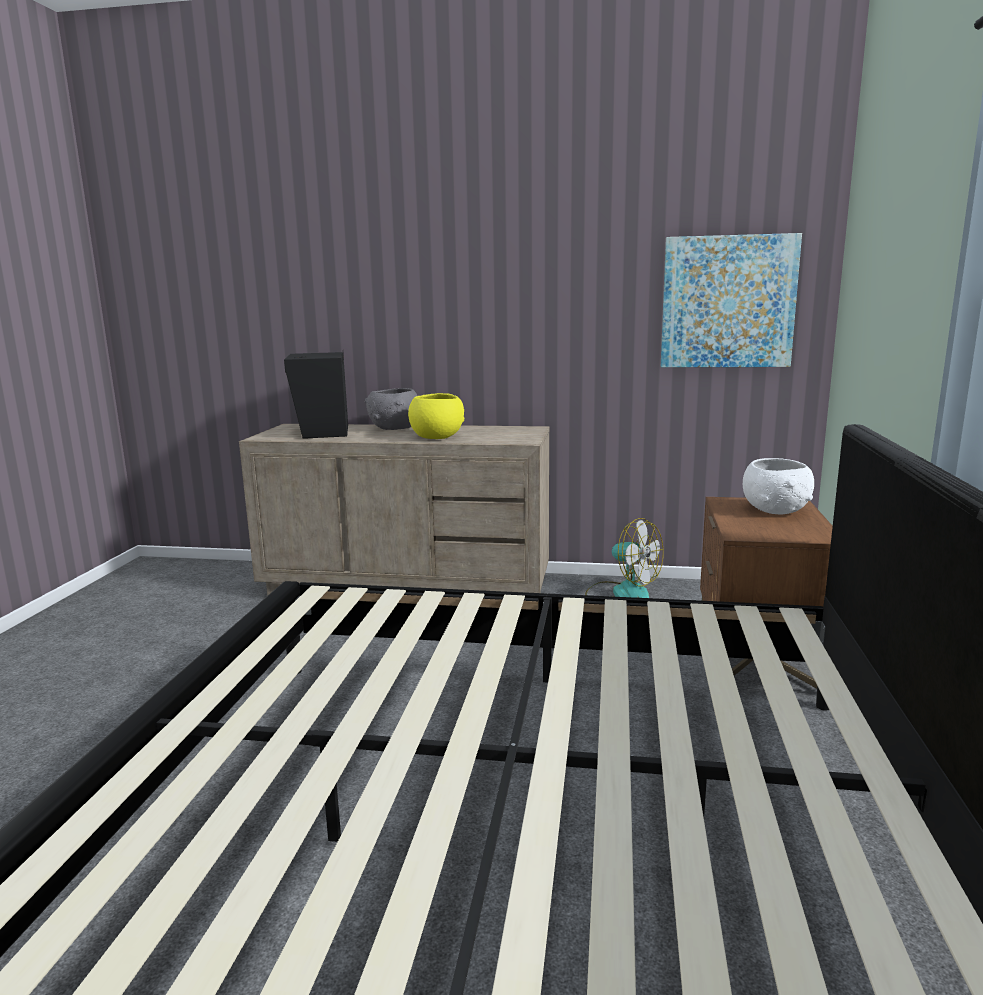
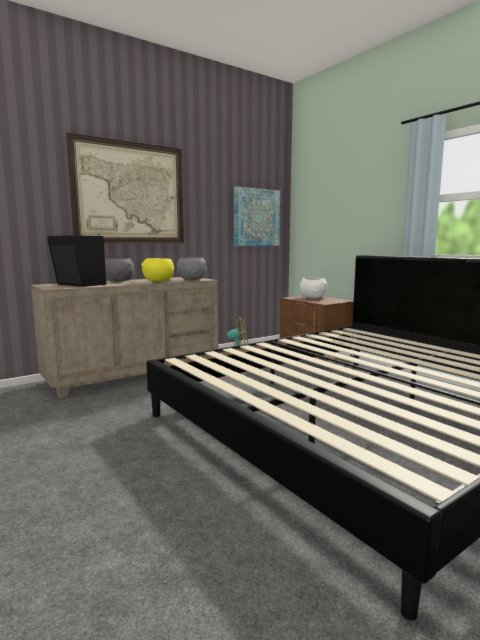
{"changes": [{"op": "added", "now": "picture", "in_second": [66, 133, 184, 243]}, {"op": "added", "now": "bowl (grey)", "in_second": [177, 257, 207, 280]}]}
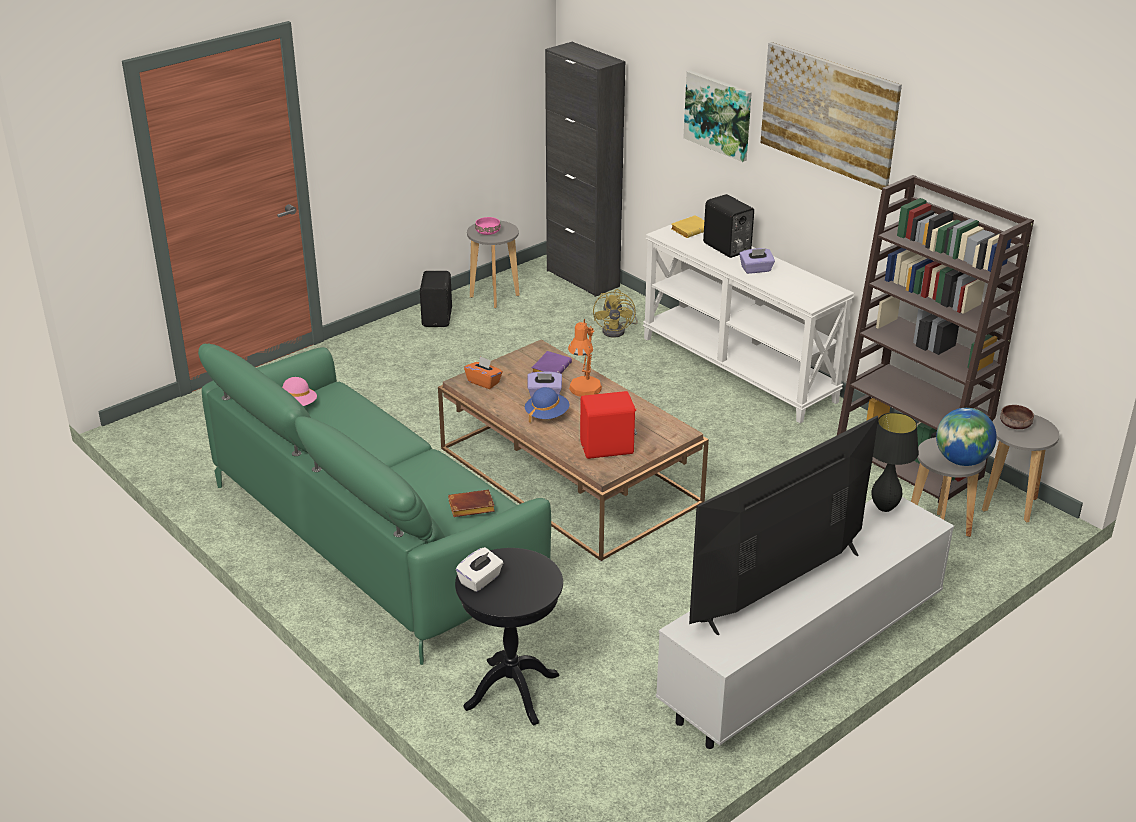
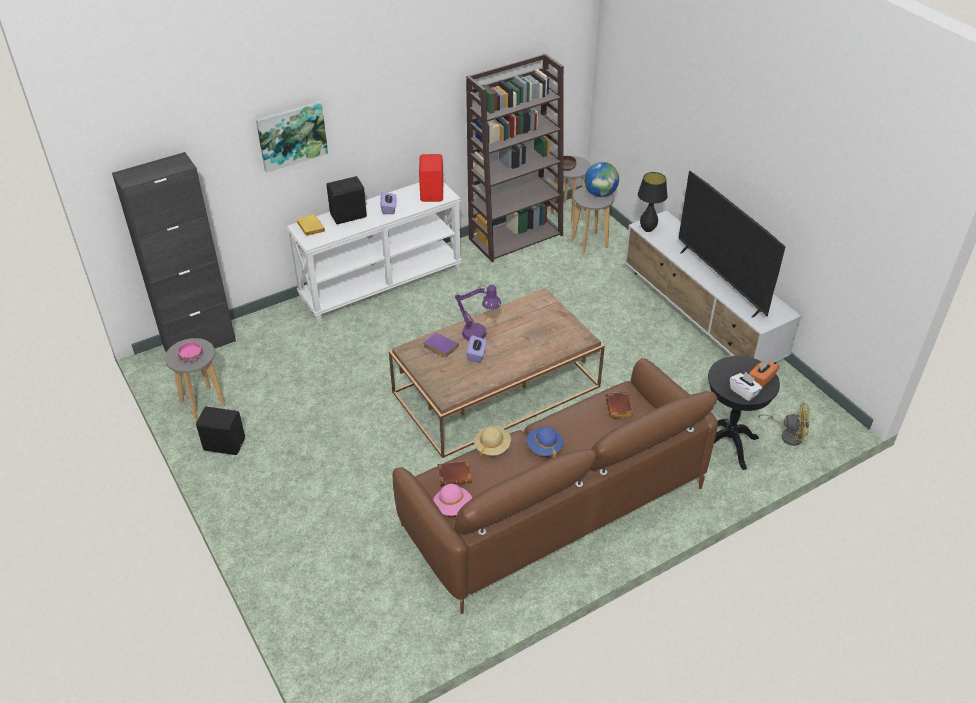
{"changes": [{"op": "recoloured", "was": "sofa (green)", "now": "sofa (brown)", "in_first": [198, 343, 551, 665], "in_second": [393, 358, 718, 614]}, {"op": "moved", "was": "speaker (red)", "in_first": [580, 391, 637, 459], "in_second": [419, 154, 443, 202]}, {"op": "added", "now": "book (brown)", "in_second": [437, 461, 472, 486]}, {"op": "recoloured", "was": "table lamp (orange)", "now": "table lamp (purple)", "in_first": [568, 319, 602, 397], "in_second": [455, 285, 501, 341]}, {"op": "added", "now": "hat (beige)", "in_second": [474, 426, 511, 458]}, {"op": "moved", "was": "hat (blue)", "in_first": [525, 387, 570, 422], "in_second": [527, 427, 563, 458]}, {"op": "moved", "was": "tissue box (orange)", "in_first": [464, 356, 503, 389], "in_second": [749, 359, 779, 387]}, {"op": "moved", "was": "fan (yellow)", "in_first": [593, 289, 638, 338], "in_second": [758, 403, 810, 446]}, {"op": "removed", "was": "picture", "in_first": [760, 42, 902, 190]}]}
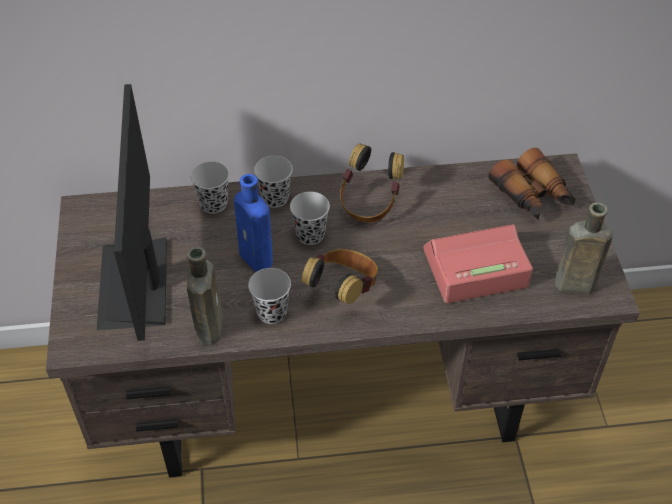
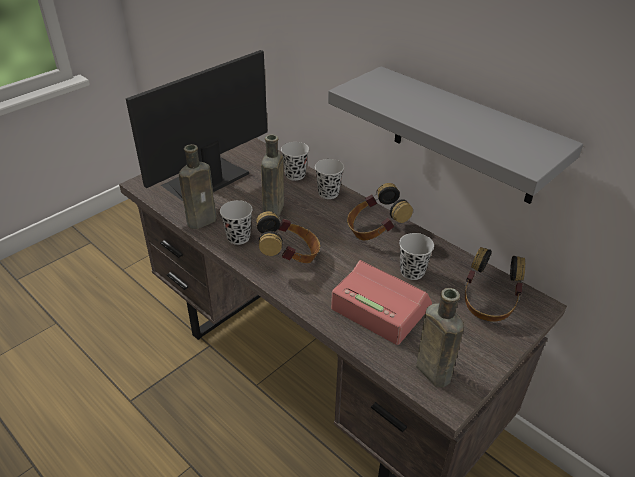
{"changes": [{"op": "recoloured", "was": "bottle (blue)", "now": "bottle (brown)", "in_first": [234, 174, 273, 272], "in_second": [261, 134, 284, 217]}, {"op": "added", "now": "shelf (grey)", "in_second": [328, 66, 583, 204]}, {"op": "moved", "was": "cup (black)", "in_first": [290, 192, 330, 245], "in_second": [399, 233, 434, 280]}, {"op": "replaced", "was": "binoculars", "now": "headphones", "in_first": [488, 148, 576, 220], "in_second": [464, 247, 525, 322]}]}
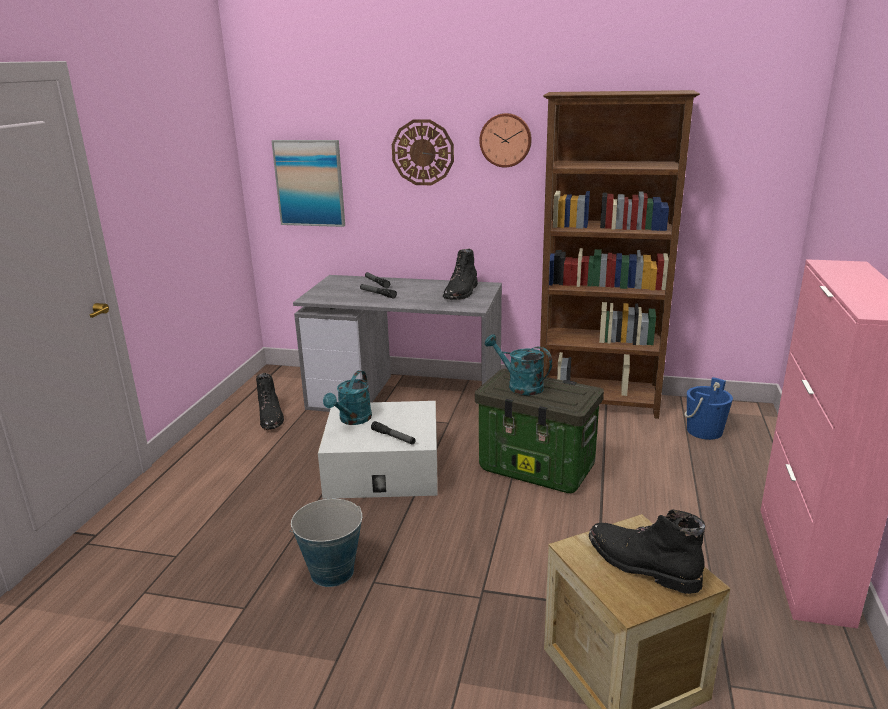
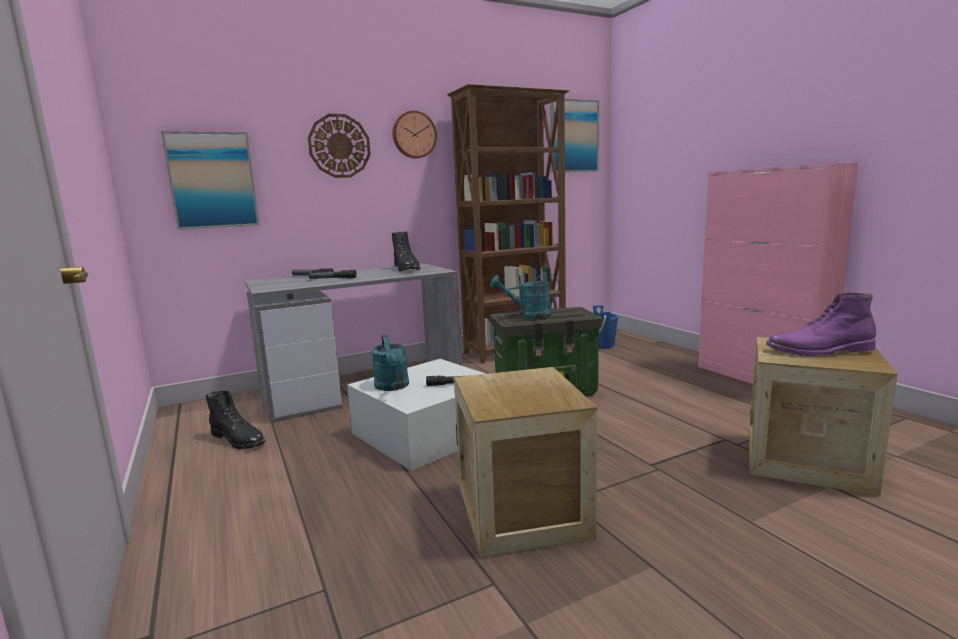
{"changes": [{"op": "replaced", "was": "bucket", "now": "crate", "in_first": [289, 499, 362, 587], "in_second": [454, 367, 597, 559]}, {"op": "added", "now": "picture", "in_second": [550, 99, 599, 173]}, {"op": "recoloured", "was": "boot (black)", "now": "boot (purple)", "in_first": [589, 509, 705, 594], "in_second": [766, 292, 876, 356]}]}
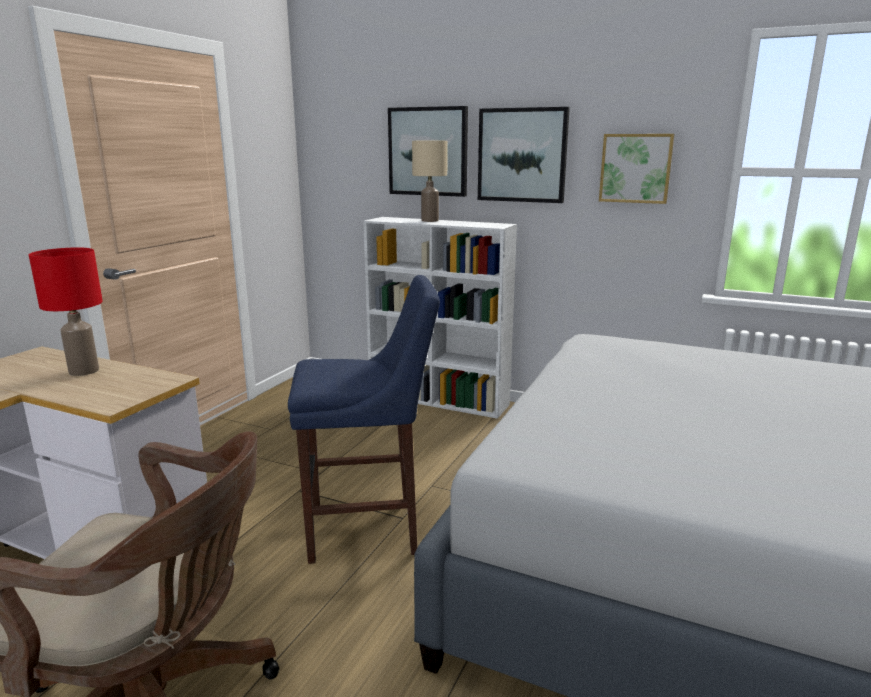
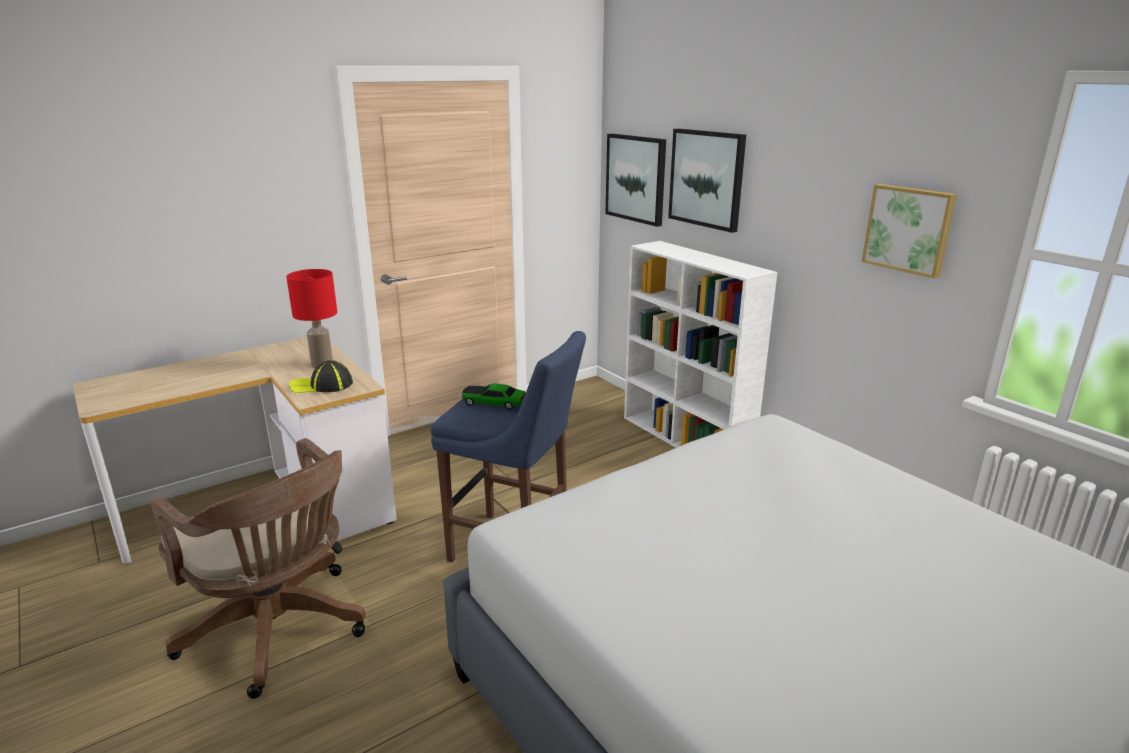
{"changes": [{"op": "added", "now": "cap", "in_second": [289, 360, 353, 393]}, {"op": "added", "now": "toy car", "in_second": [462, 383, 526, 410]}, {"op": "moved", "was": "picture", "in_first": [478, 107, 570, 203], "in_second": [605, 134, 666, 227]}, {"op": "removed", "was": "table lamp (beige)", "in_first": [412, 141, 448, 222]}]}
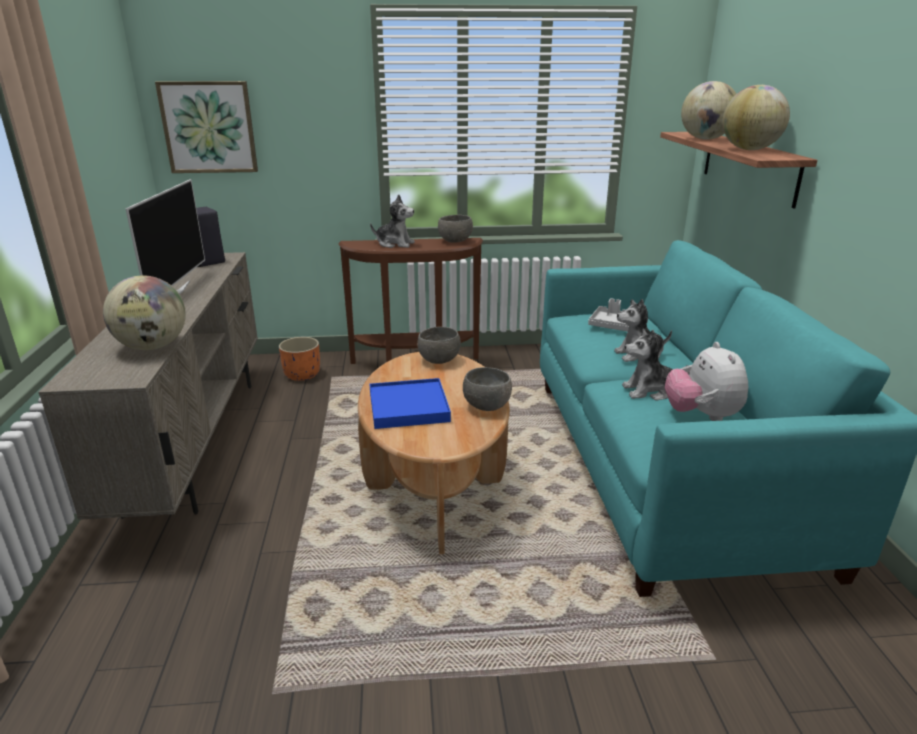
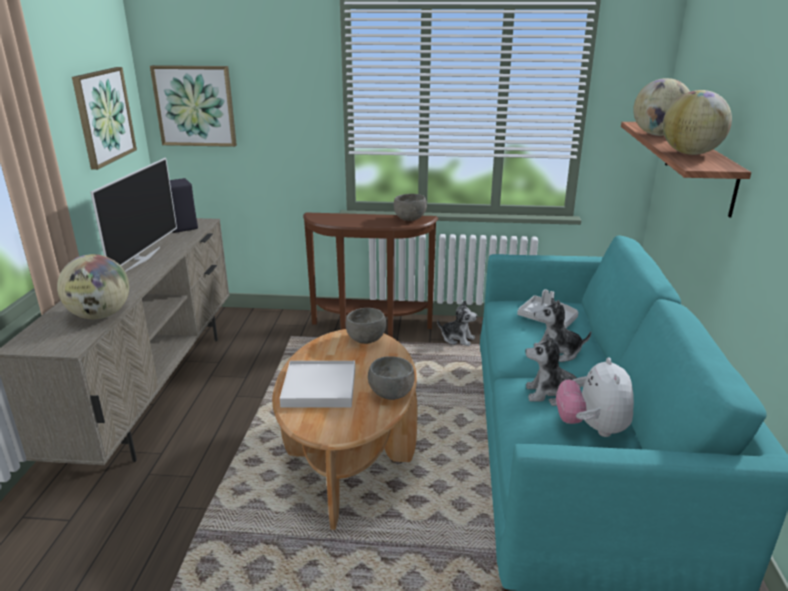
{"changes": [{"op": "added", "now": "picture", "in_second": [72, 67, 137, 170]}, {"op": "recoloured", "was": "tray (blue)", "now": "tray (white)", "in_first": [370, 378, 451, 429], "in_second": [280, 361, 355, 408]}, {"op": "moved", "was": "plush toy", "in_first": [370, 194, 415, 248], "in_second": [437, 300, 477, 346]}, {"op": "removed", "was": "planter (orange)", "in_first": [279, 337, 320, 381]}]}
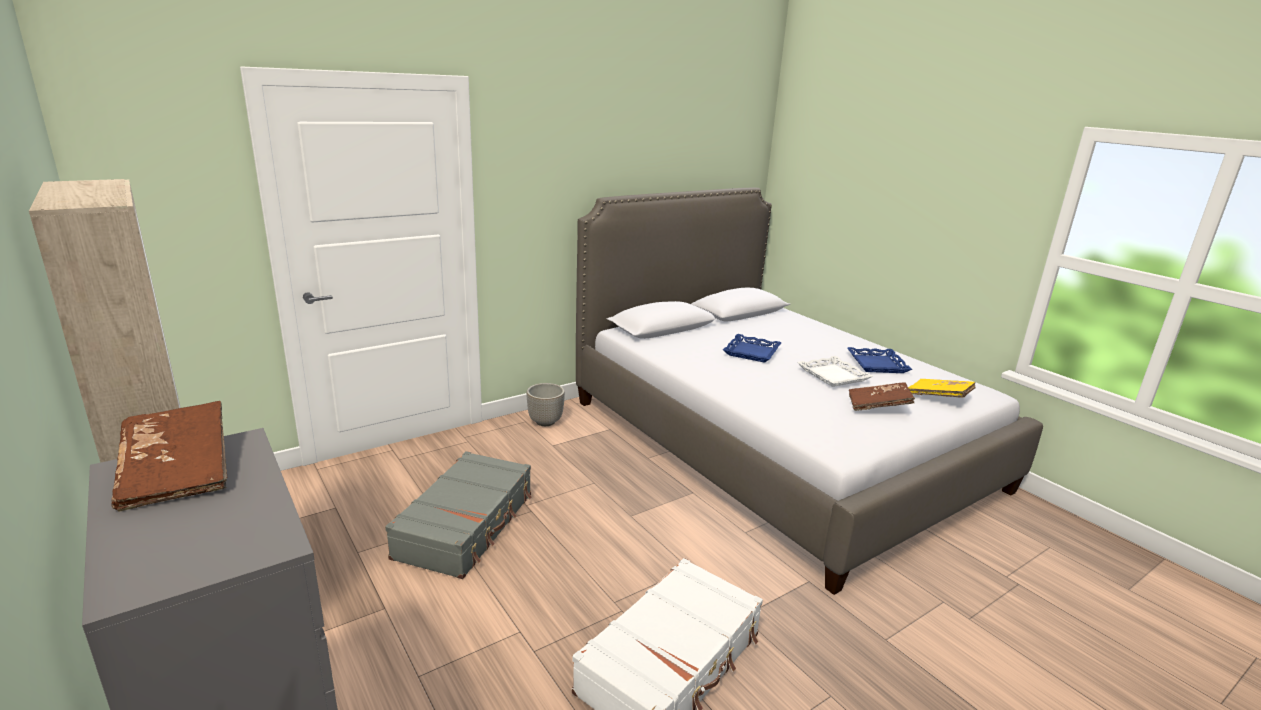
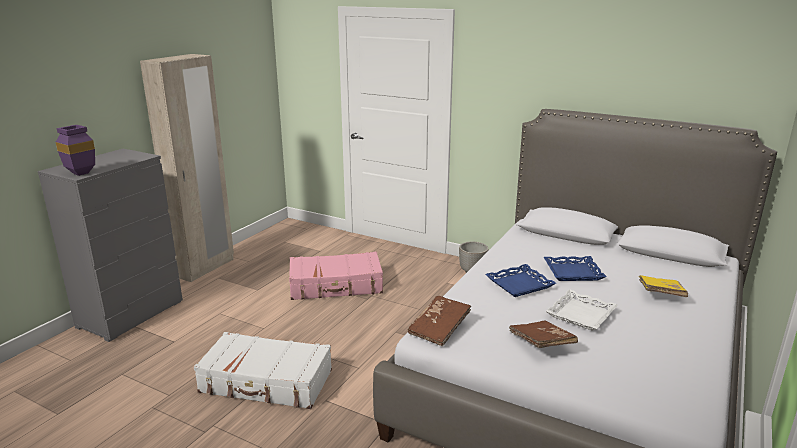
{"changes": [{"op": "added", "now": "vase (purple)", "in_second": [56, 125, 95, 176]}, {"op": "recoloured", "was": "suitcase (grey)", "now": "suitcase (pink)", "in_first": [385, 451, 531, 579], "in_second": [289, 252, 383, 300]}, {"op": "moved", "was": "book (brown)", "in_first": [111, 401, 227, 512], "in_second": [408, 296, 471, 346]}, {"op": "moved", "was": "tray (blue)", "in_first": [848, 347, 912, 373], "in_second": [485, 264, 556, 297]}, {"op": "moved", "was": "book (yellow)", "in_first": [908, 379, 976, 398], "in_second": [639, 275, 688, 297]}]}
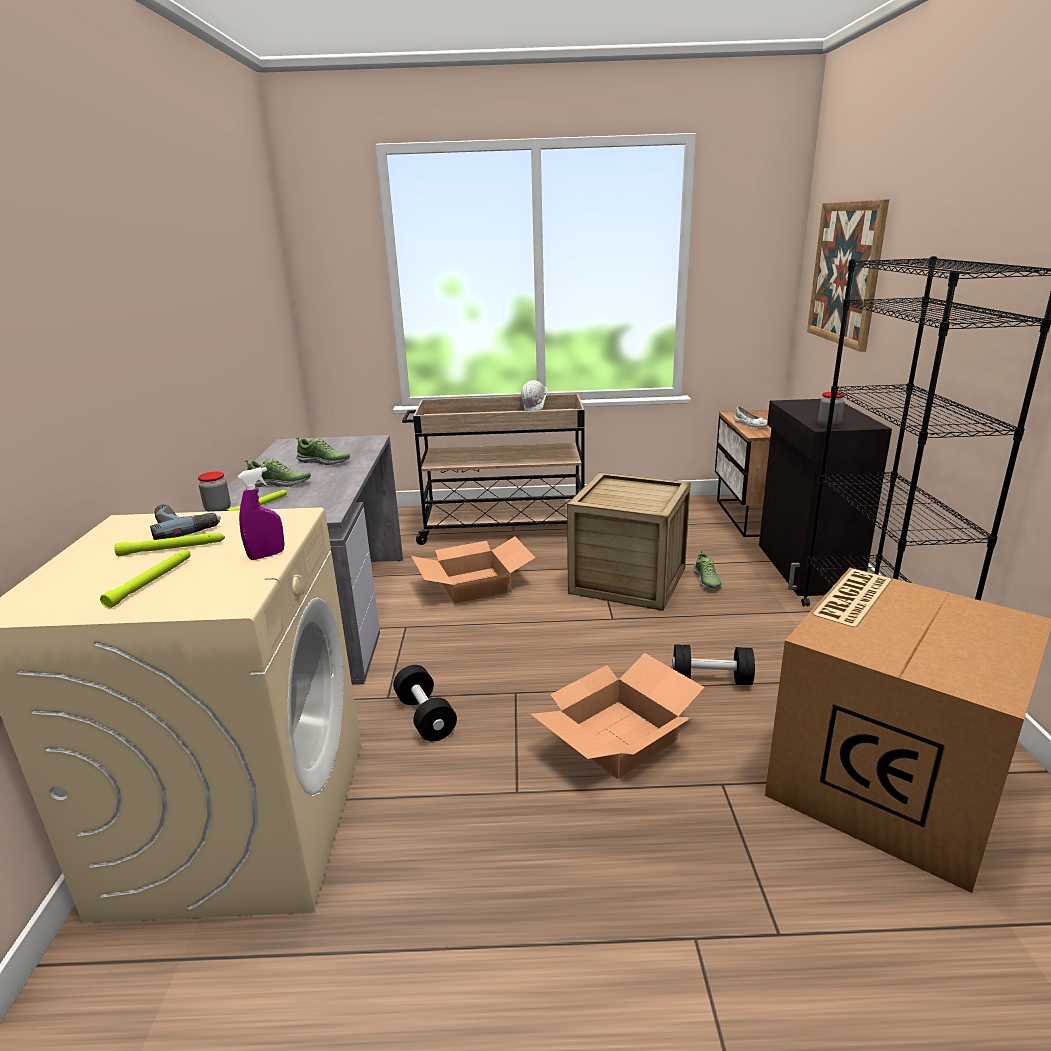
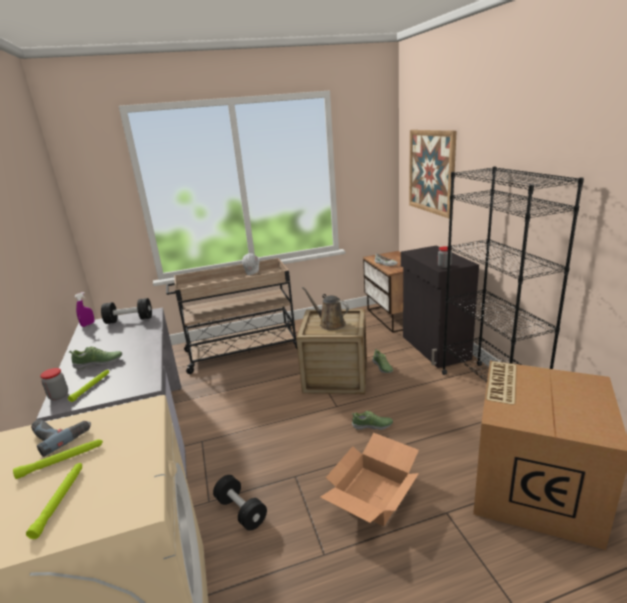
{"changes": [{"op": "moved", "was": "spray bottle (purple)", "in_first": [237, 467, 285, 560], "in_second": [74, 292, 95, 327]}, {"op": "moved", "was": "dumbbell (black)", "in_first": [672, 644, 755, 685], "in_second": [101, 298, 152, 324]}, {"op": "added", "now": "watering can (brown)", "in_second": [301, 286, 349, 330]}, {"op": "moved", "was": "shoe", "in_first": [296, 437, 350, 465], "in_second": [352, 411, 393, 430]}, {"op": "removed", "was": "cardboard box", "in_first": [411, 537, 535, 604]}]}
